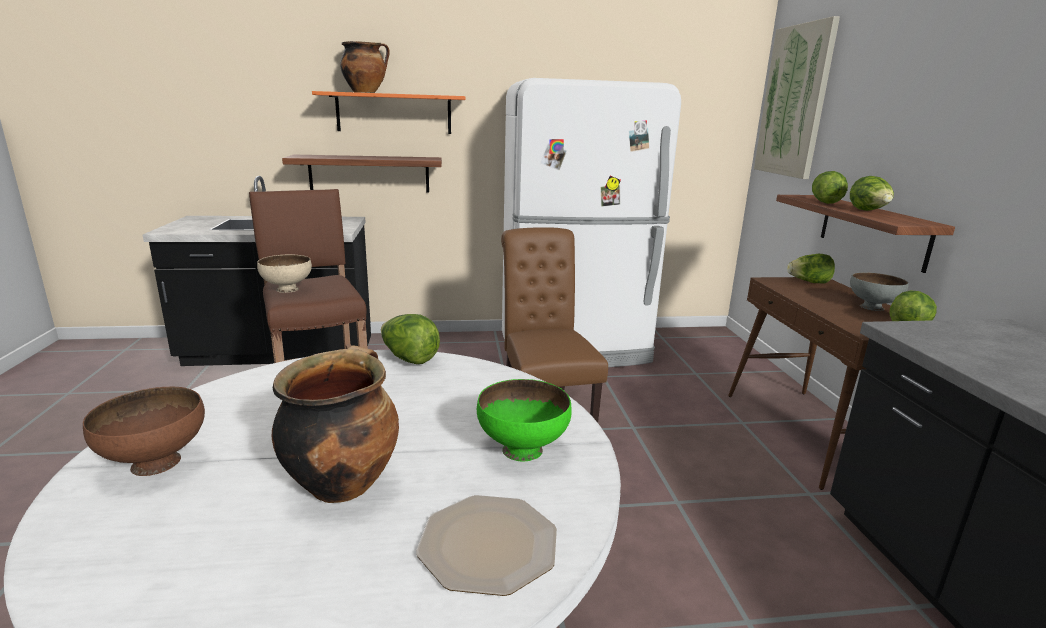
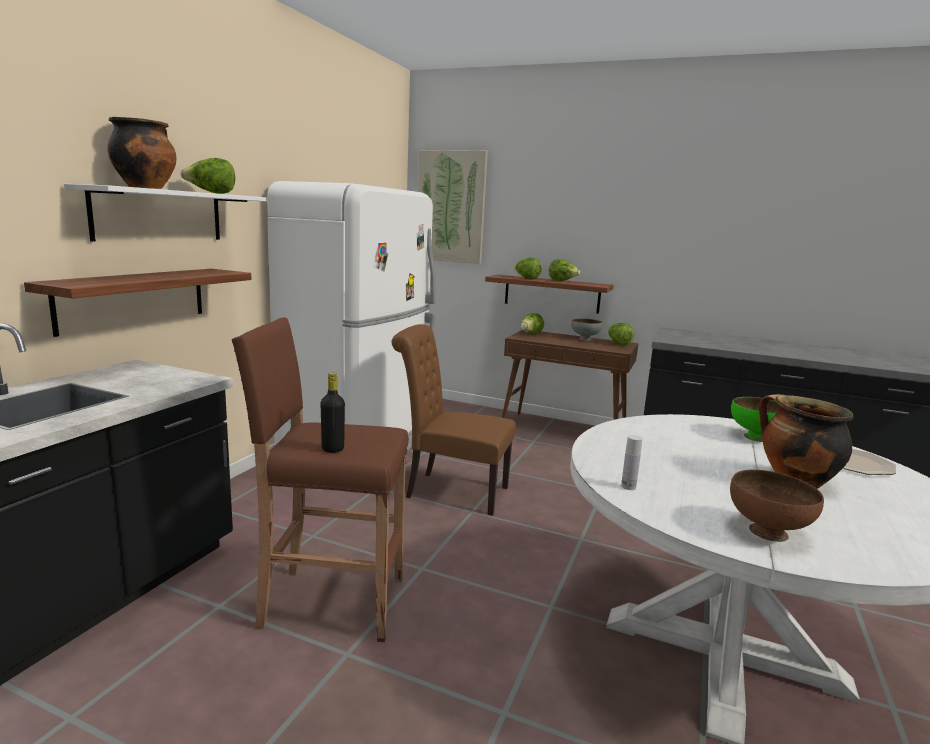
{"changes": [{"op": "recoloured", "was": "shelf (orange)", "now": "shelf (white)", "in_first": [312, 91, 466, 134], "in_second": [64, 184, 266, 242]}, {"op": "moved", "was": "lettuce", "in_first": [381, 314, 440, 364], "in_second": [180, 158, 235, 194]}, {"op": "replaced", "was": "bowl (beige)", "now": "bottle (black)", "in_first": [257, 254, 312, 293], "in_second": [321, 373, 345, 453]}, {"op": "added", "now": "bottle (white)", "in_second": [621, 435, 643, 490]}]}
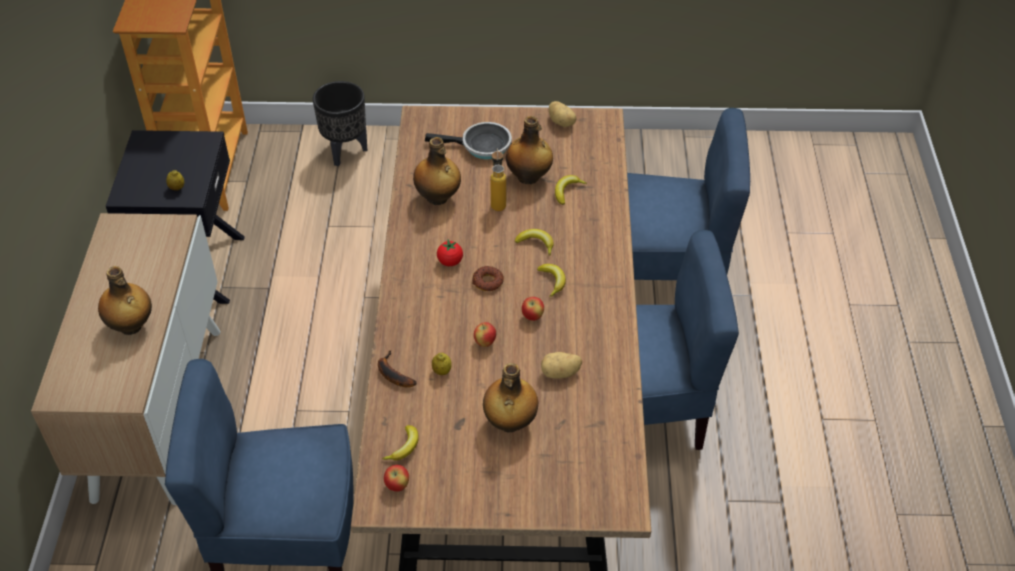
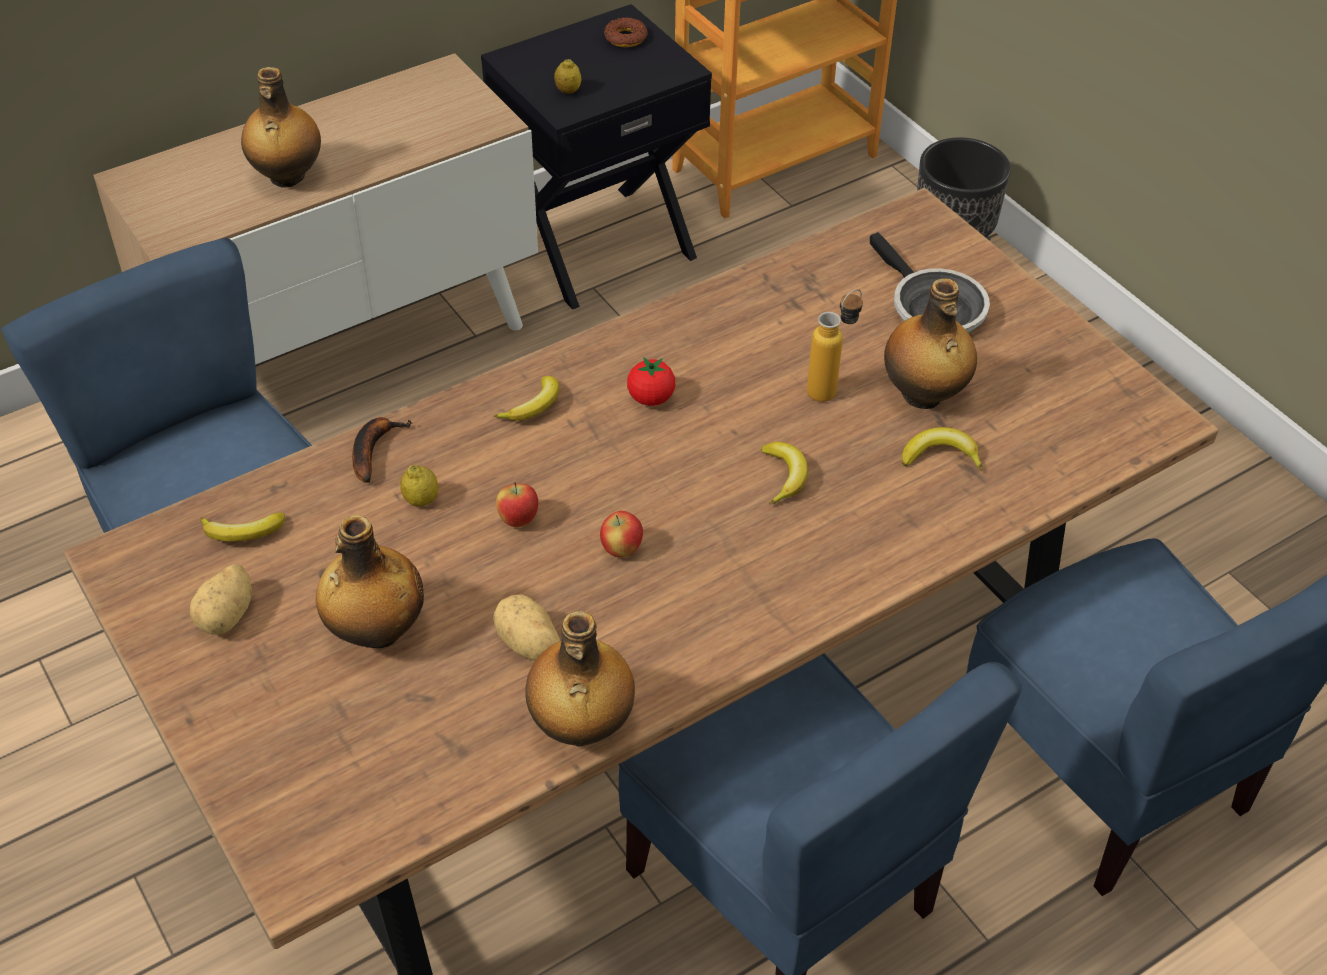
{"changes": [{"op": "moved", "was": "potato", "in_first": [549, 101, 577, 127], "in_second": [189, 564, 252, 635]}, {"op": "moved", "was": "banana", "in_first": [537, 264, 566, 297], "in_second": [493, 376, 559, 421]}, {"op": "moved", "was": "bottle", "in_first": [413, 137, 461, 205], "in_second": [525, 611, 635, 746]}, {"op": "moved", "was": "donut", "in_first": [472, 266, 504, 291], "in_second": [604, 17, 648, 47]}, {"op": "removed", "was": "apple", "in_first": [384, 465, 409, 492]}]}
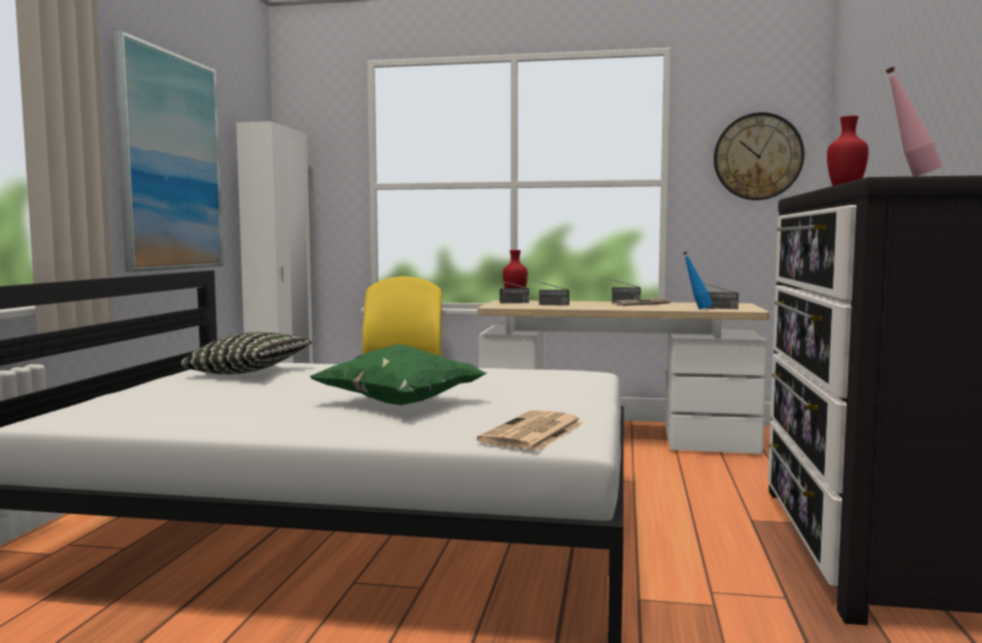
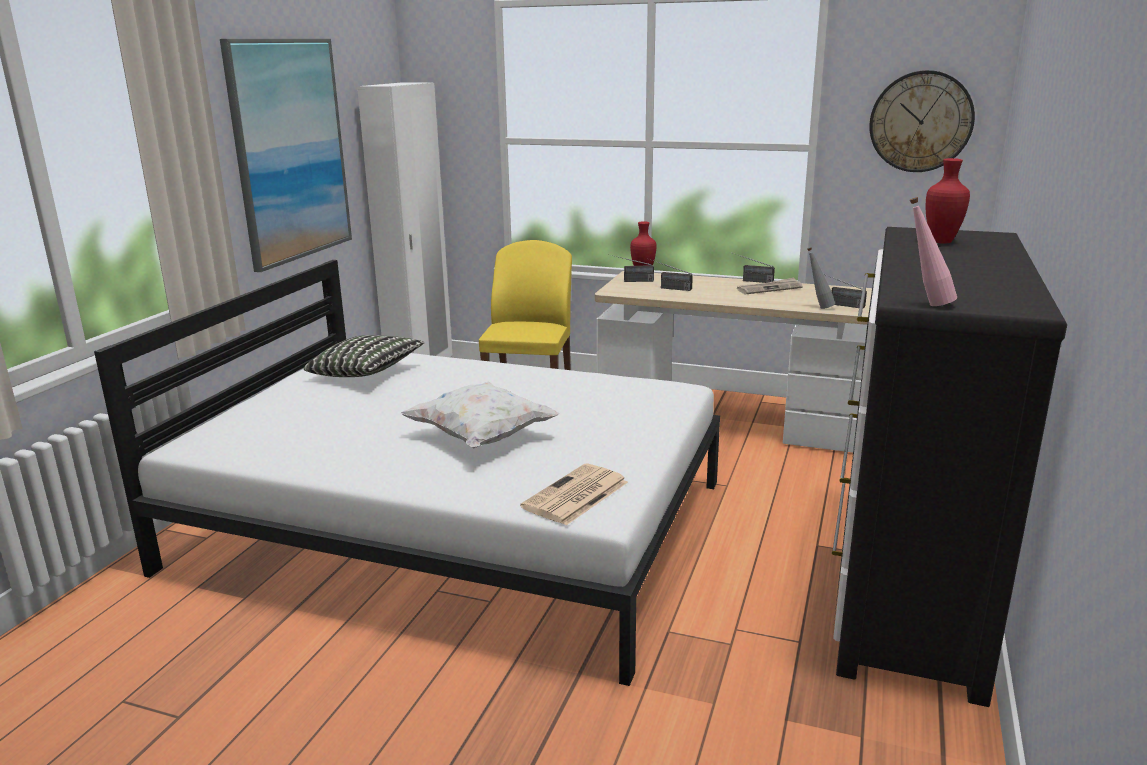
{"changes": [{"op": "recoloured", "was": "pillow (green)", "now": "pillow (white)", "in_first": [310, 344, 486, 405], "in_second": [401, 381, 559, 448]}, {"op": "recoloured", "was": "bottle (blue)", "now": "bottle (grey)", "in_first": [683, 251, 713, 310], "in_second": [807, 247, 835, 309]}]}
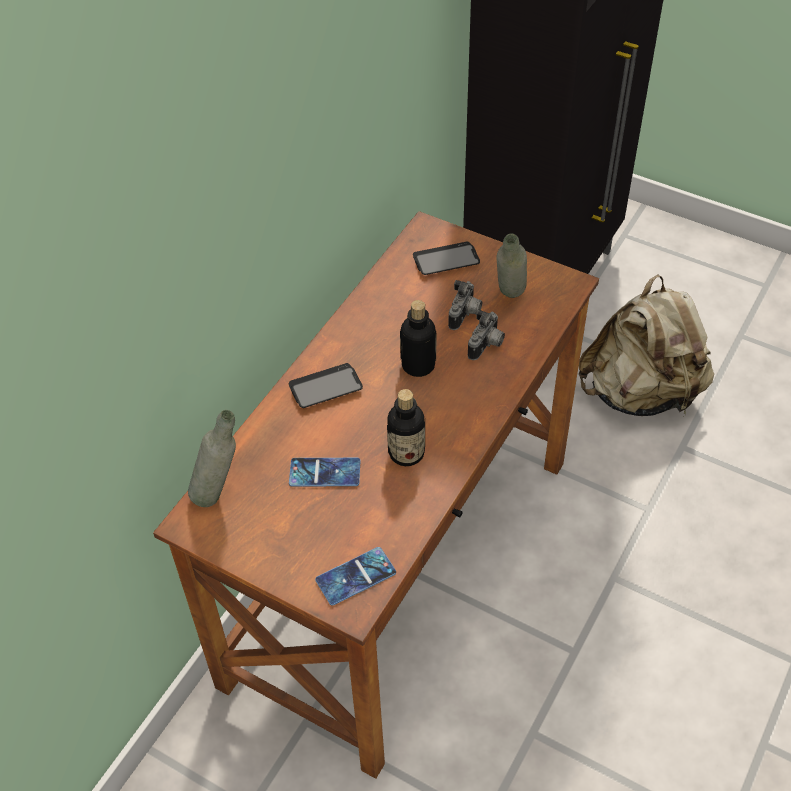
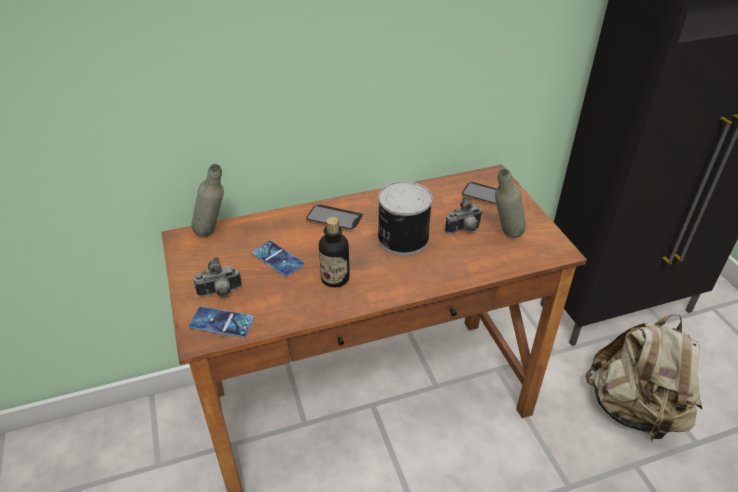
{"changes": [{"op": "moved", "was": "photo camera", "in_first": [468, 310, 505, 360], "in_second": [194, 257, 242, 297]}, {"op": "replaced", "was": "bottle", "now": "can", "in_first": [400, 300, 436, 377], "in_second": [378, 181, 433, 255]}]}
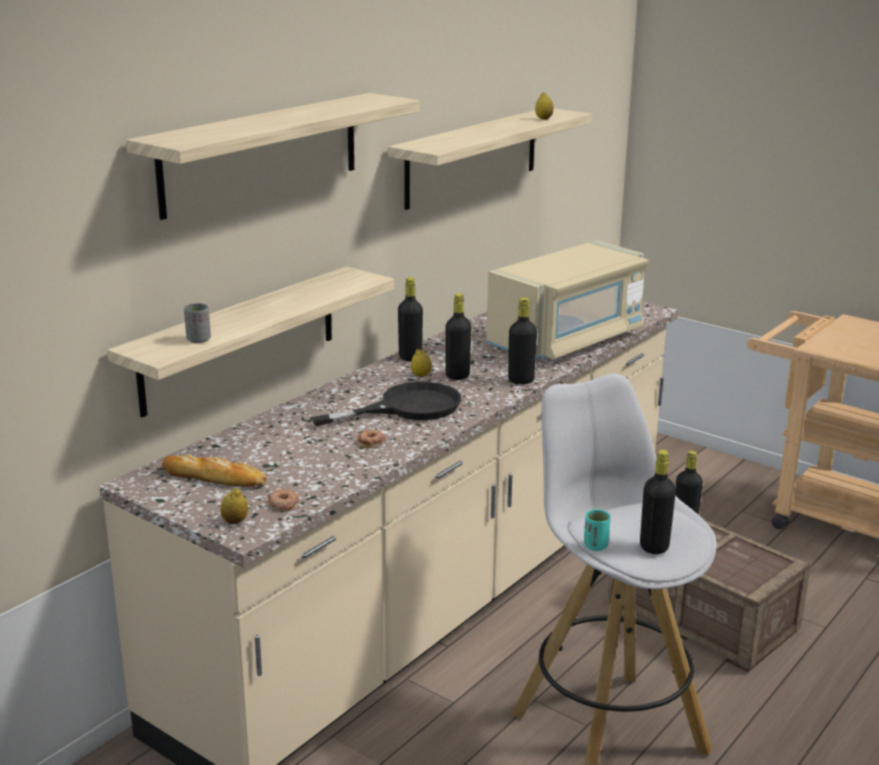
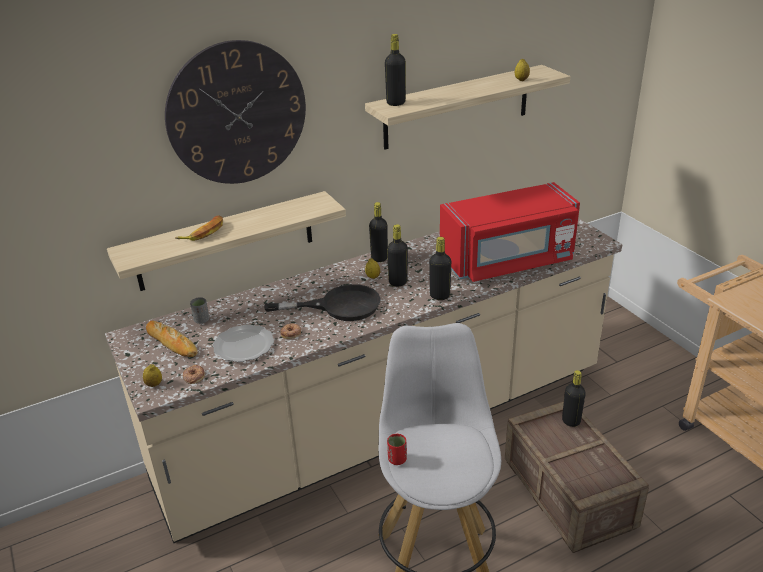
{"changes": [{"op": "replaced", "was": "shelf", "now": "wall clock", "in_first": [126, 93, 420, 220], "in_second": [165, 40, 306, 184]}, {"op": "added", "now": "banana", "in_second": [175, 216, 223, 241]}, {"op": "moved", "was": "cup (grey)", "in_first": [184, 303, 211, 343], "in_second": [190, 297, 209, 324]}, {"op": "added", "now": "plate", "in_second": [213, 324, 274, 362]}, {"op": "moved", "was": "bottle (black)", "in_first": [640, 450, 676, 554], "in_second": [385, 34, 406, 106]}, {"op": "recoloured", "was": "cup (turquoise)", "now": "cup (red)", "in_first": [584, 509, 610, 551], "in_second": [387, 434, 407, 465]}, {"op": "recoloured", "was": "microwave (beige)", "now": "microwave (red)", "in_first": [486, 240, 649, 359], "in_second": [440, 182, 580, 282]}]}
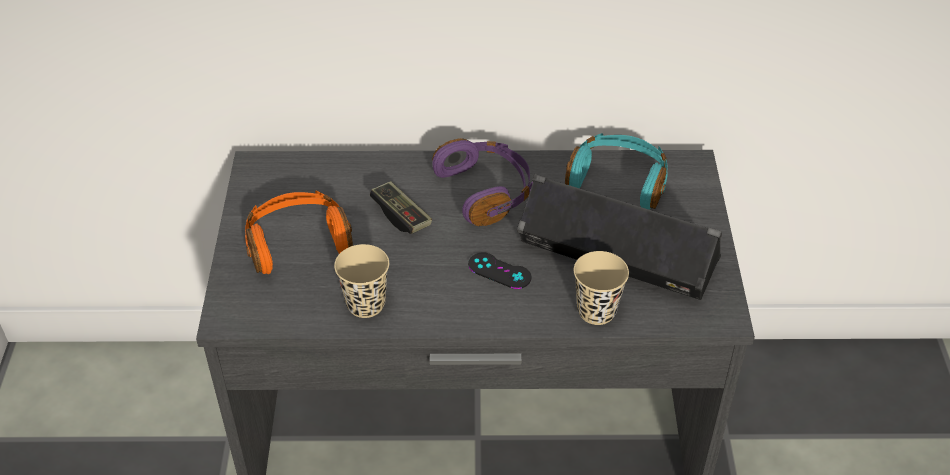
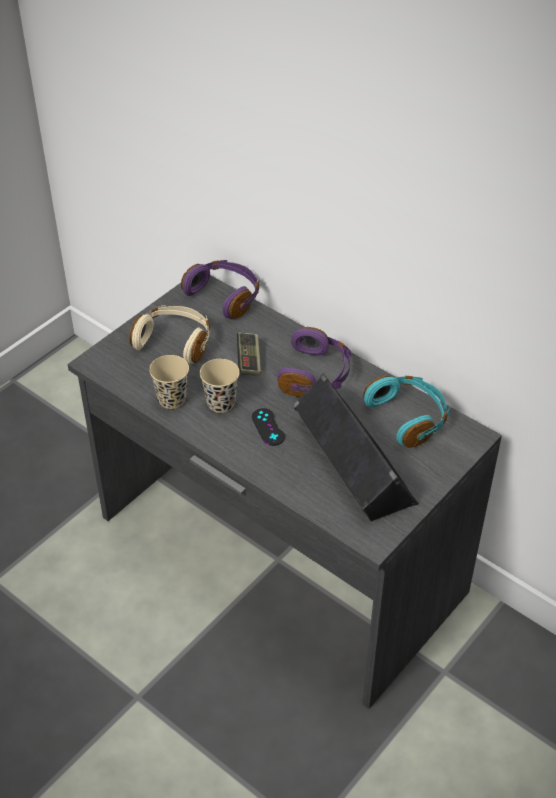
{"changes": [{"op": "recoloured", "was": "headphones (orange)", "now": "headphones (beige)", "in_first": [245, 191, 353, 274], "in_second": [129, 305, 210, 364]}, {"op": "added", "now": "headphones (purple)", "in_second": [181, 260, 260, 319]}, {"op": "moved", "was": "cup (beige)", "in_first": [574, 251, 629, 325], "in_second": [200, 359, 240, 413]}]}
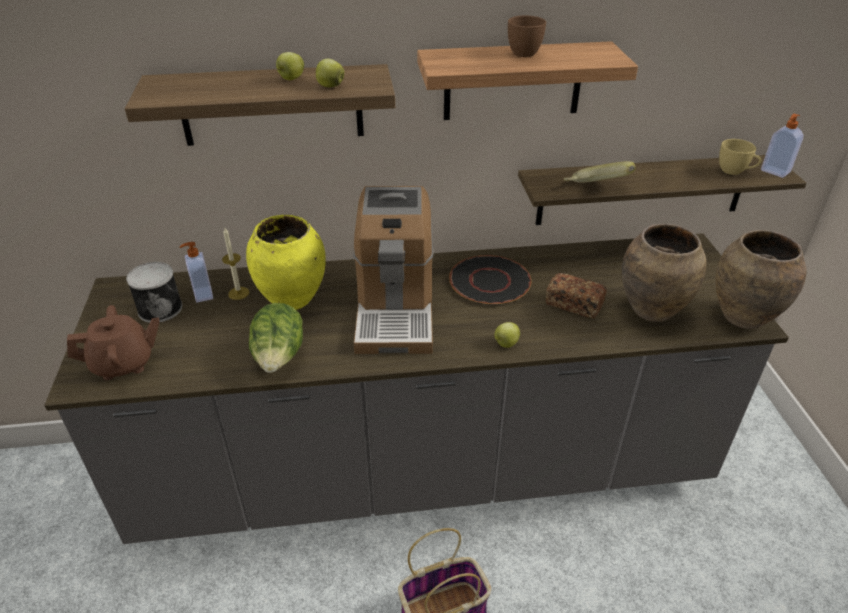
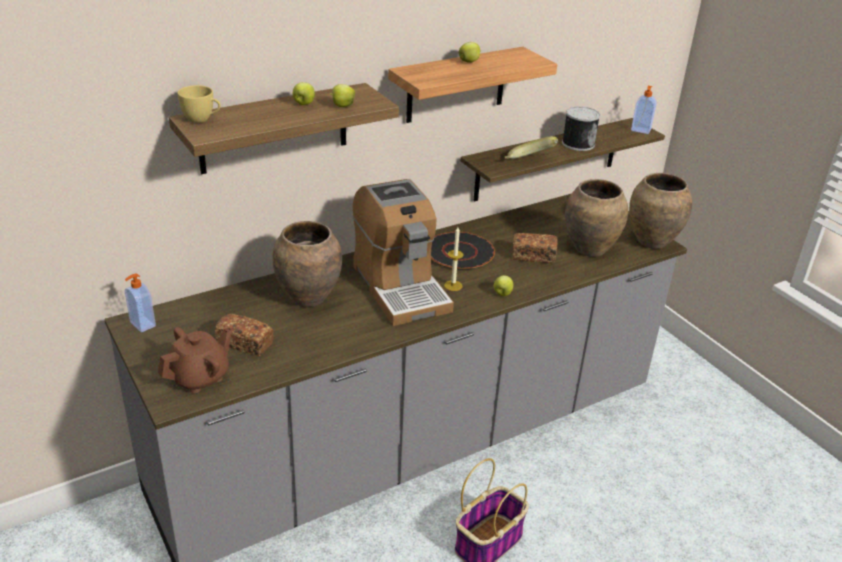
{"changes": [{"op": "moved", "was": "soap dispenser", "in_first": [180, 242, 213, 302], "in_second": [125, 274, 156, 332]}, {"op": "moved", "was": "cup (yellow)", "in_first": [719, 139, 762, 175], "in_second": [177, 85, 221, 123]}, {"op": "added", "now": "bread", "in_second": [215, 314, 274, 356]}, {"op": "recoloured", "was": "vase (yellow)", "now": "vase (brown)", "in_first": [246, 215, 326, 310], "in_second": [272, 221, 342, 307]}, {"op": "moved", "was": "candle", "in_first": [222, 228, 249, 300], "in_second": [444, 227, 464, 291]}, {"op": "replaced", "was": "cup (brown)", "now": "apple", "in_first": [508, 15, 546, 57], "in_second": [459, 42, 481, 63]}, {"op": "moved", "was": "can", "in_first": [126, 262, 182, 323], "in_second": [562, 107, 600, 151]}, {"op": "removed", "was": "lettuce", "in_first": [249, 303, 303, 373]}]}
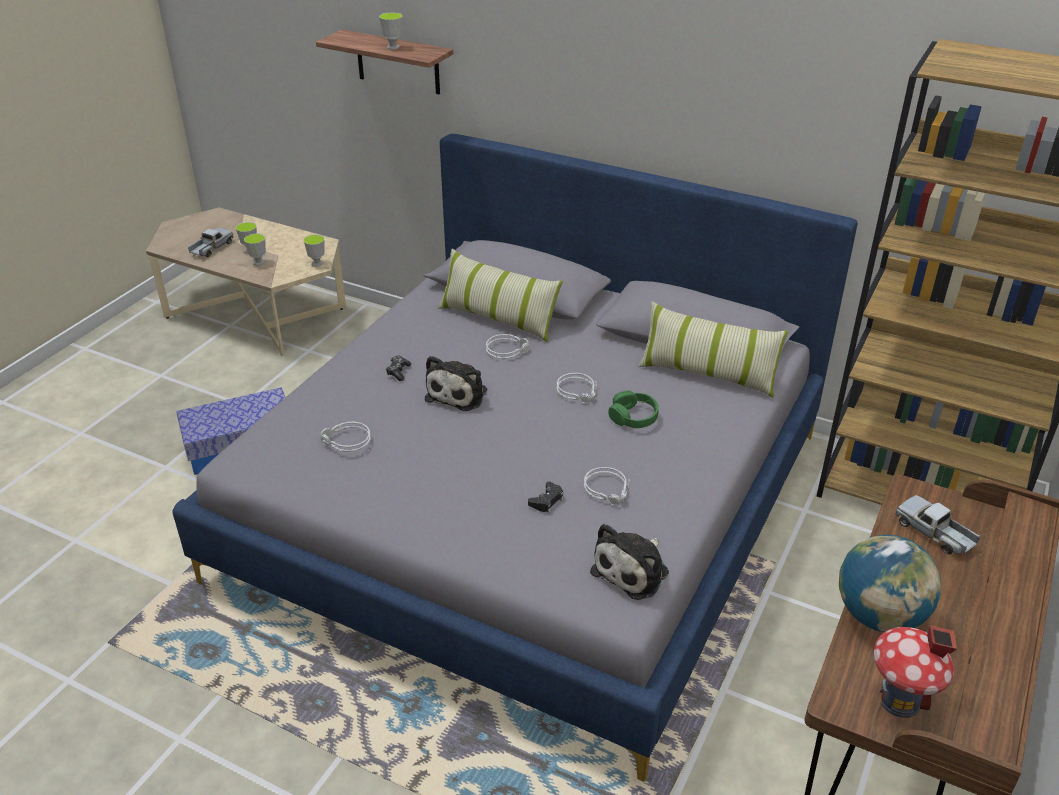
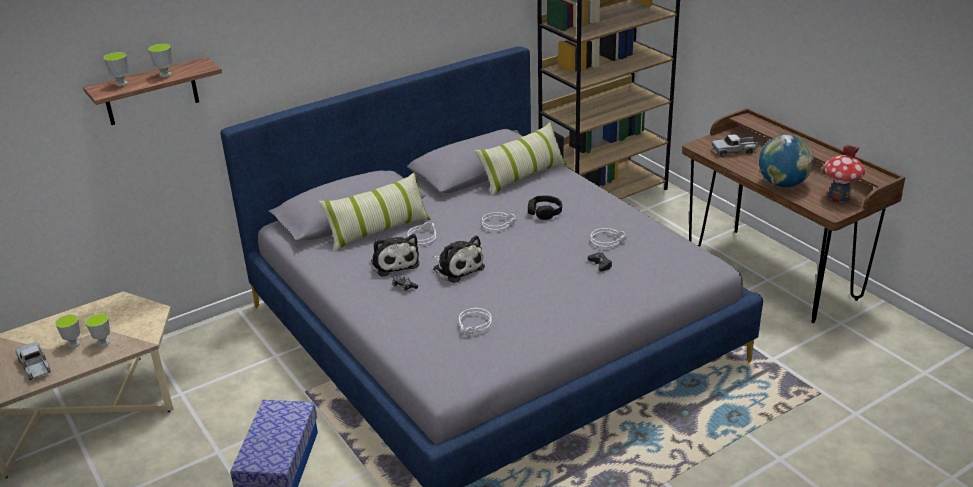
{"changes": [{"op": "moved", "was": "cup", "in_first": [303, 235, 325, 267], "in_second": [103, 52, 128, 86]}, {"op": "moved", "was": "plush toy", "in_first": [590, 524, 669, 600], "in_second": [371, 234, 420, 277]}, {"op": "recoloured", "was": "headphones (green)", "now": "headphones (black)", "in_first": [608, 390, 659, 428], "in_second": [528, 195, 562, 220]}]}
